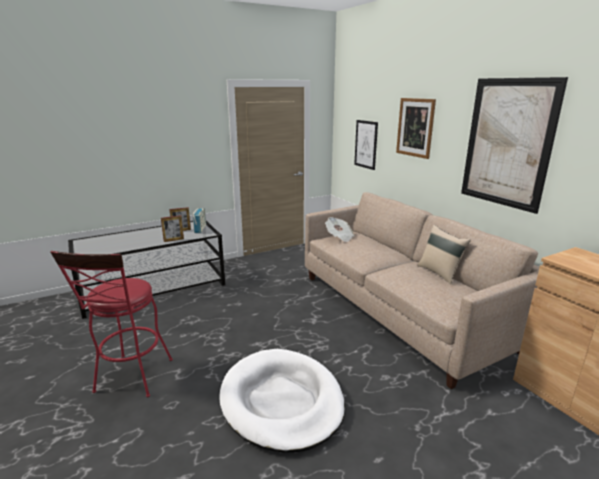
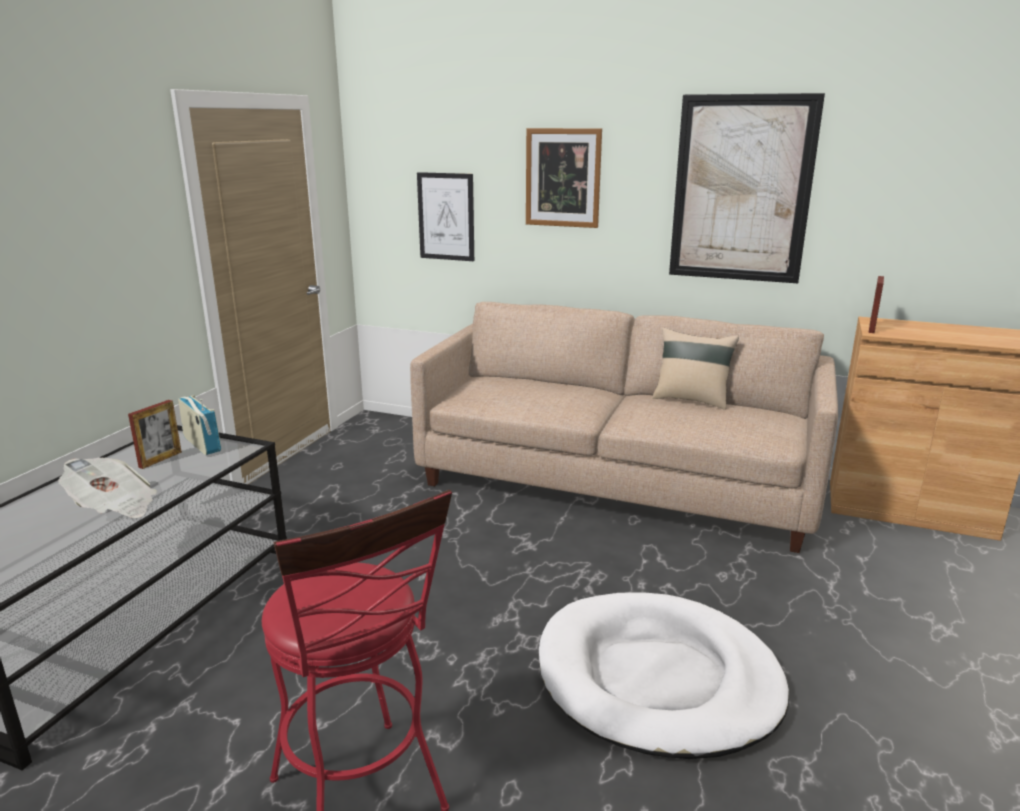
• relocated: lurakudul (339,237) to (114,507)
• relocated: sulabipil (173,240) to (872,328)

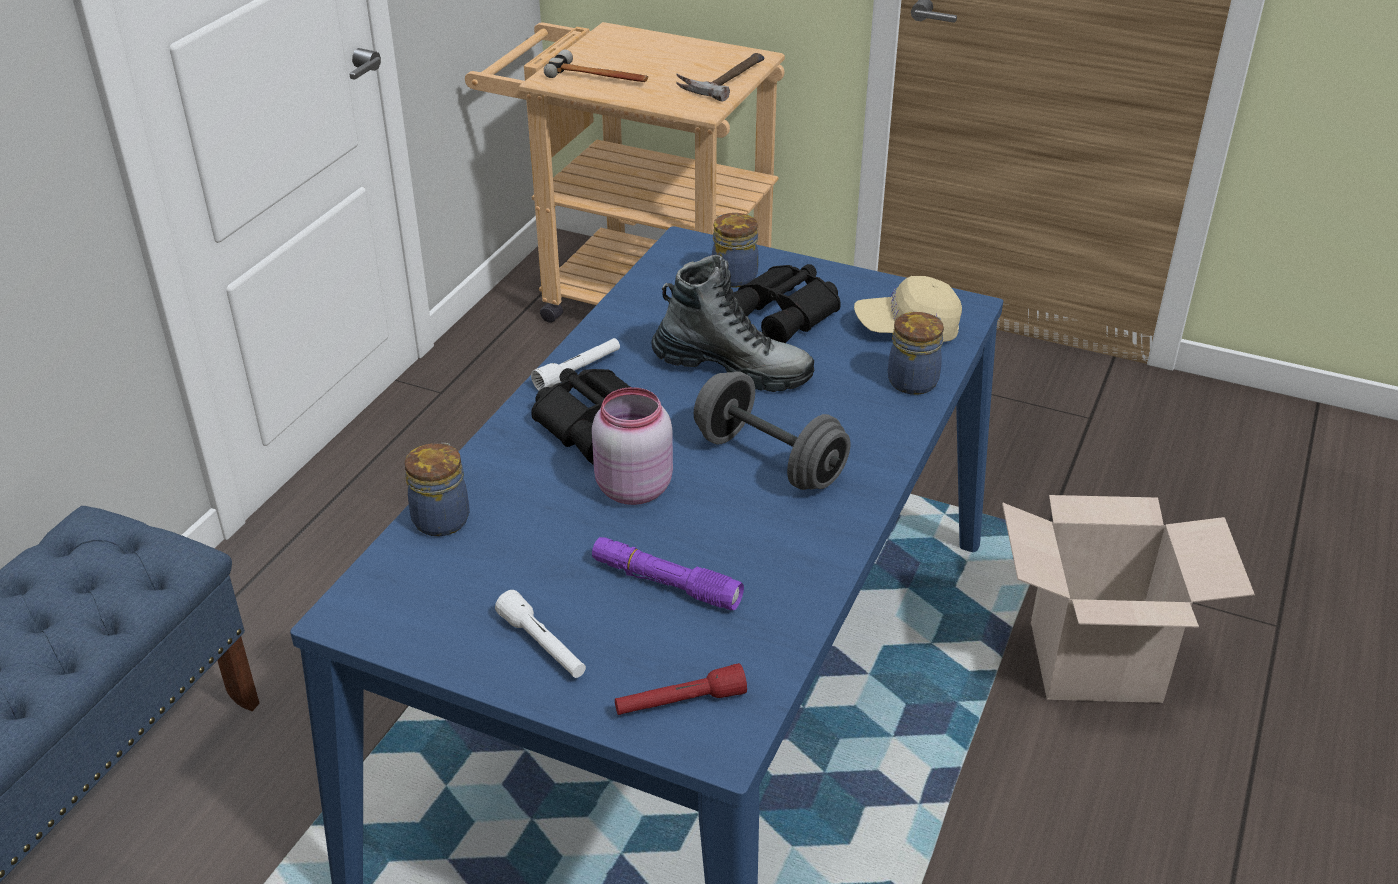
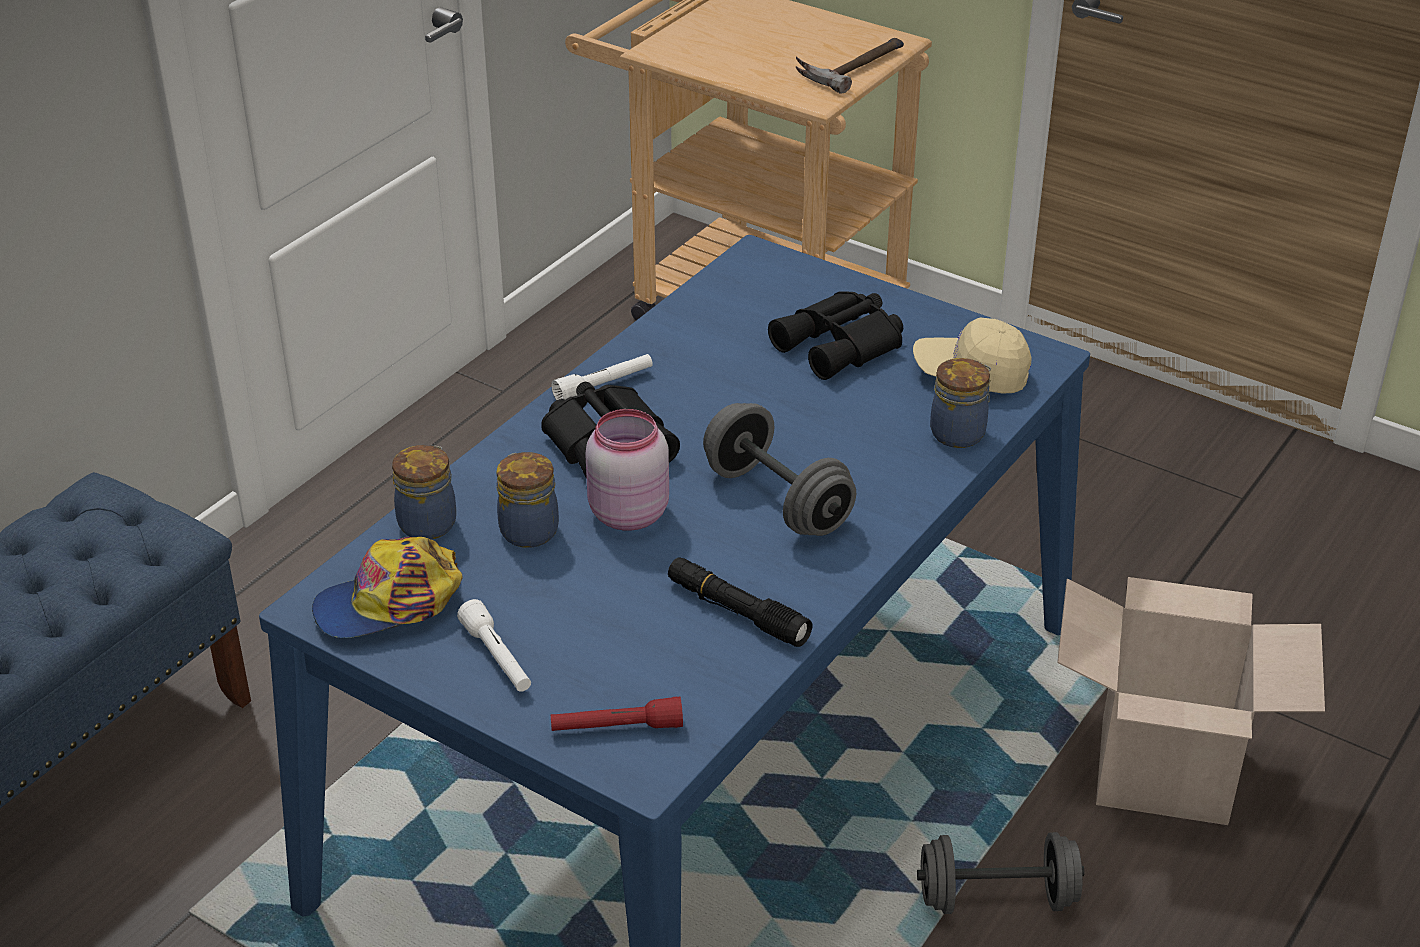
• appeared: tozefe (390,604)
• relocated: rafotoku (733,276) to (528,529)
• appeared: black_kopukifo (737,612)
• appeared: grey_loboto (997,898)
• missing: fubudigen (599,77)
• missing: purple_kopukifo (665,583)
• missing: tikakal (732,368)

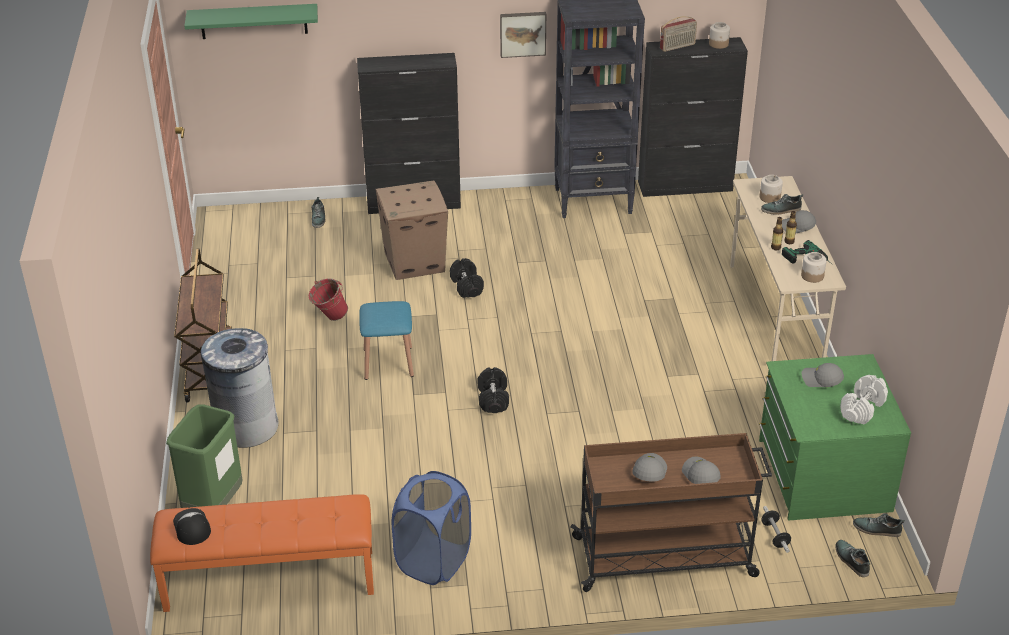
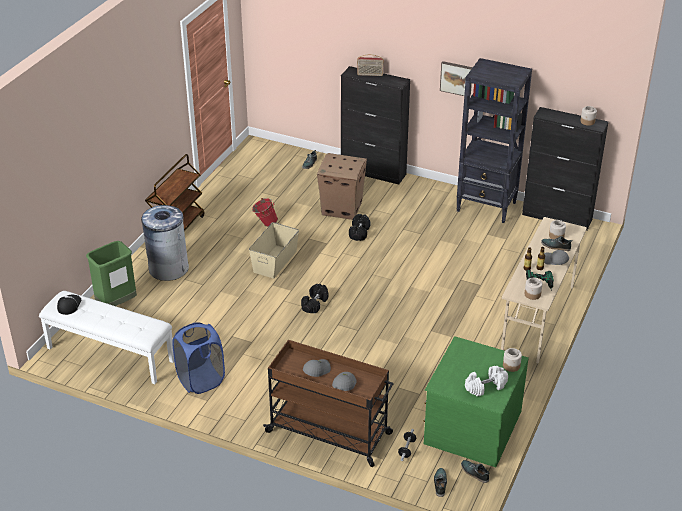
• colour: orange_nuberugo (269,581) to white_nuberugo (110,354)
• exchanged: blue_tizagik (388,363) to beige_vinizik (274,261)
• relocated: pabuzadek (677,47) to (370,74)
• appeared: rafotoku (511,365)
• missing: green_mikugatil (253,21)
• missing: grey_tozefe (821,380)

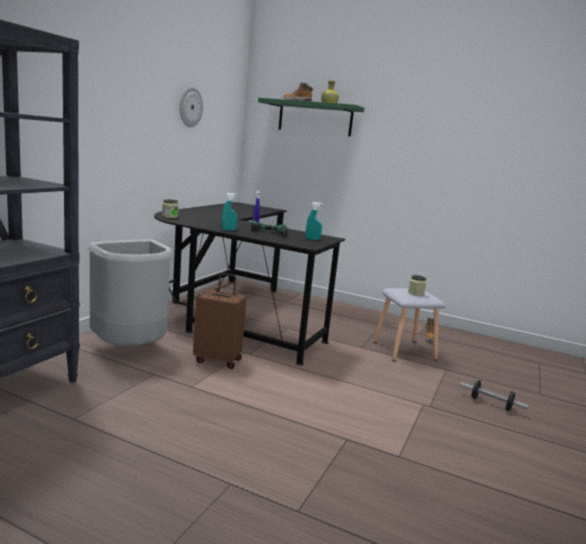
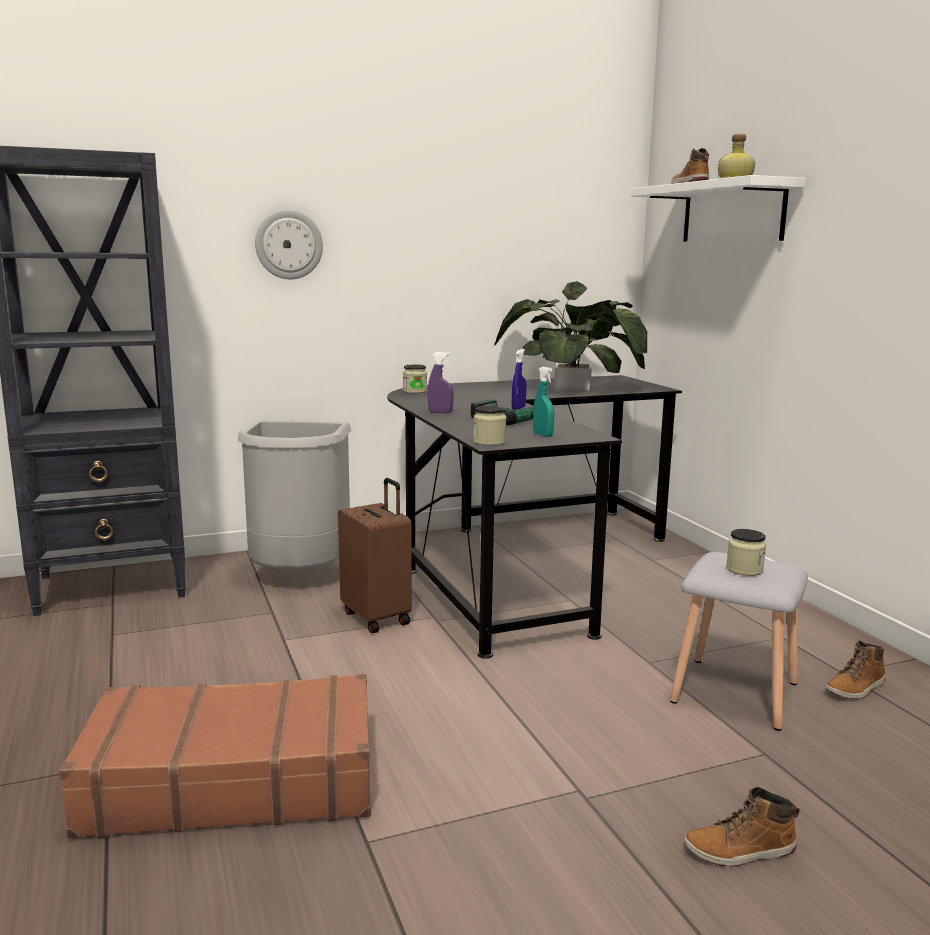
• appeared: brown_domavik (232,780)
• relocated: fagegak (190,107) to (288,244)
• colour: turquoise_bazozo (228,230) to purple_bazozo (440,412)
• appeared: rafotoku (489,442)
• appeared: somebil (572,387)
• colour: green_mikugatil (315,118) to white_mikugatil (732,213)
• exchanged: loboto (491,404) to tikakal (740,851)

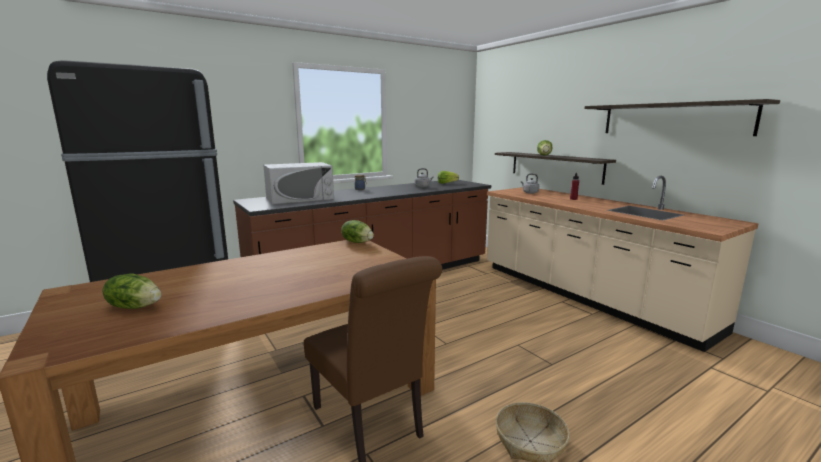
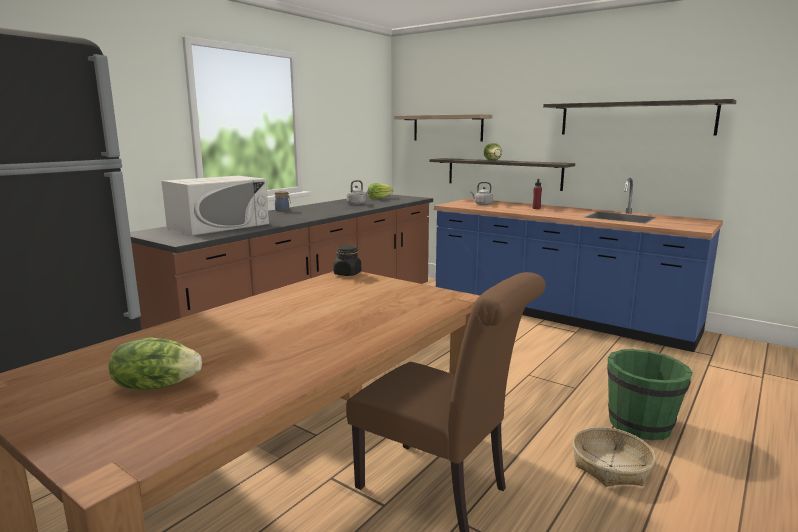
• exchanged: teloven (357,242) to black_rafotoku (347,274)
• appeared: mikugatil (447,128)
• colour: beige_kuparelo (586,296) to blue_kuparelo (557,315)
• appeared: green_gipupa (641,425)

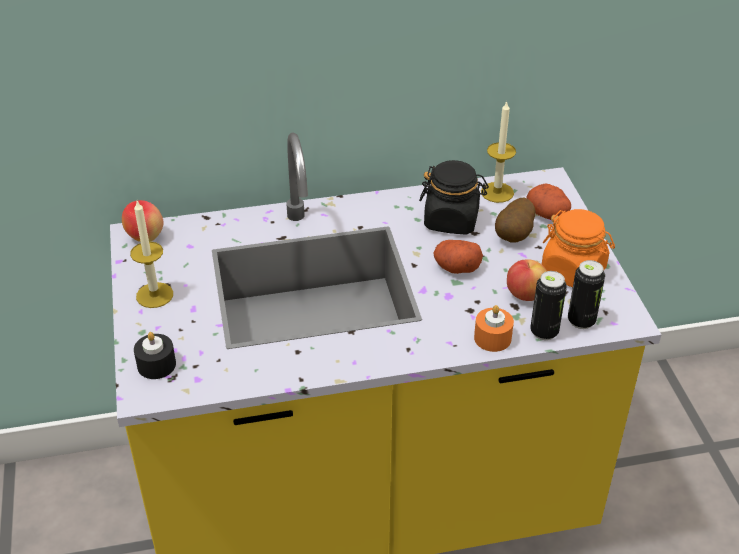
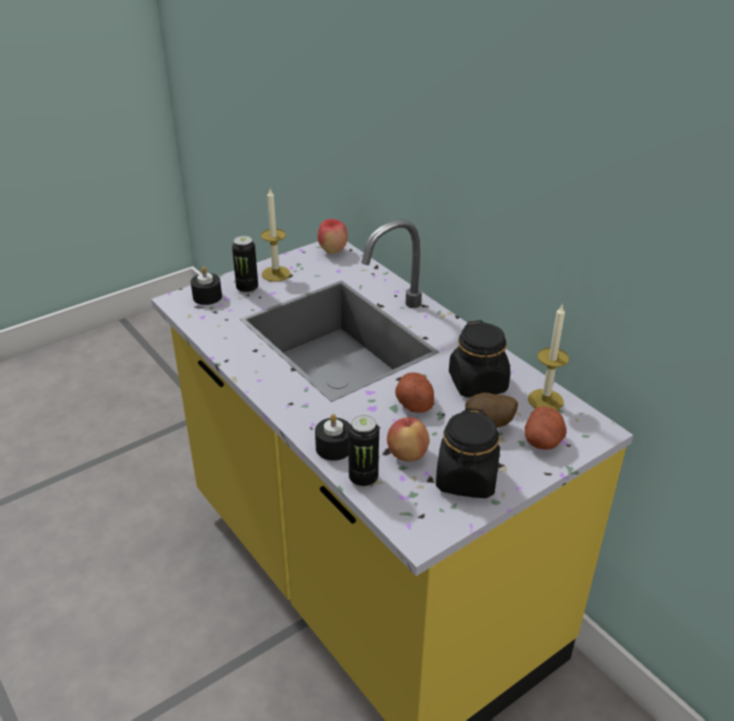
• relocated: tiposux (581,321) to (247,288)
• colour: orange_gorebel (492,338) to black_gorebel (334,447)
• colour: orange_rafotoku (573,271) to black_rafotoku (466,479)

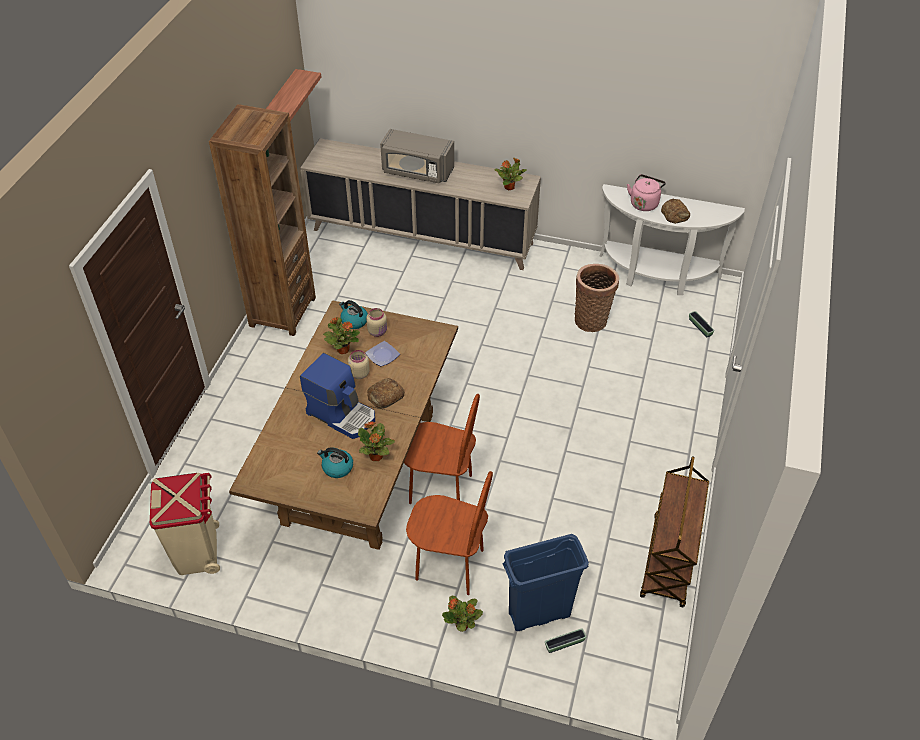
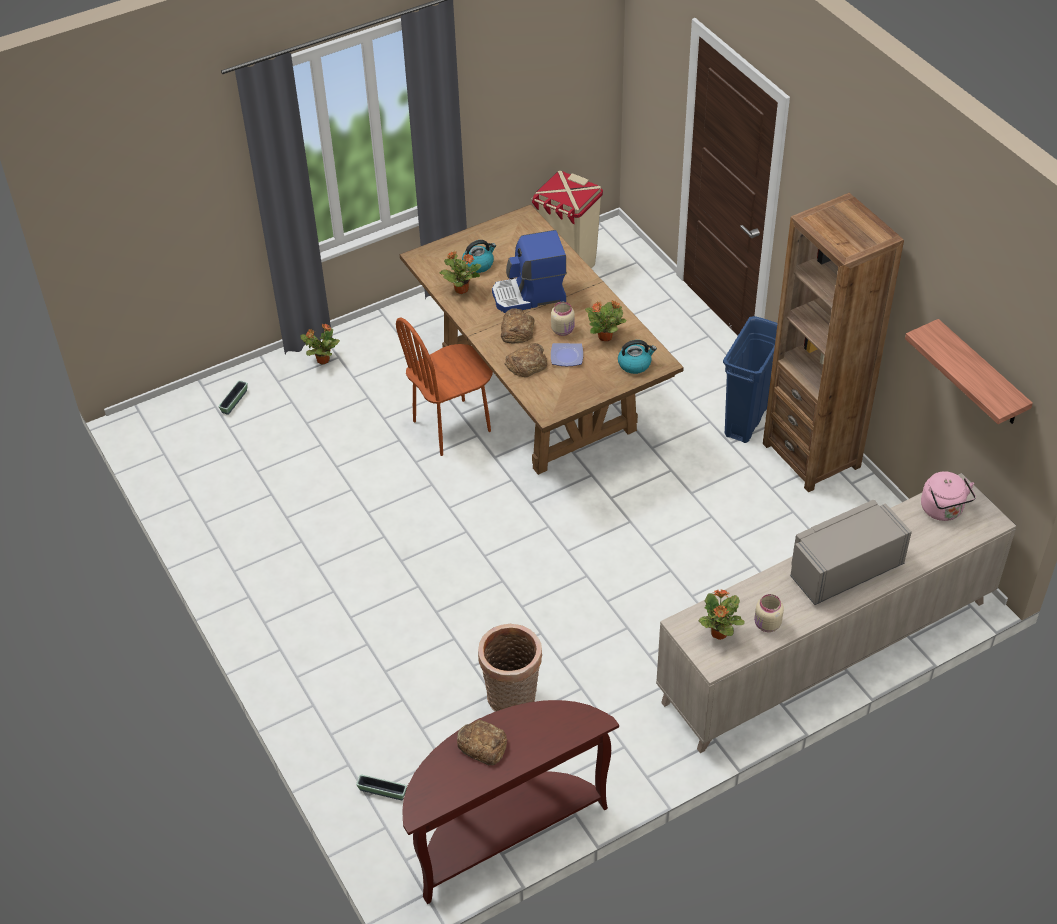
• colour: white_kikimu (657,275) to brown_kikimu (504,831)
• appeared: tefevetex (527,363)
• relocated: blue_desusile (539,614) to (746,420)
• relocated: beige_rafotoku (378,331) to (766,625)
• relocated: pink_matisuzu (644,203) to (943,510)
• missing: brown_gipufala (449,565)
• missing: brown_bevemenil (668,562)

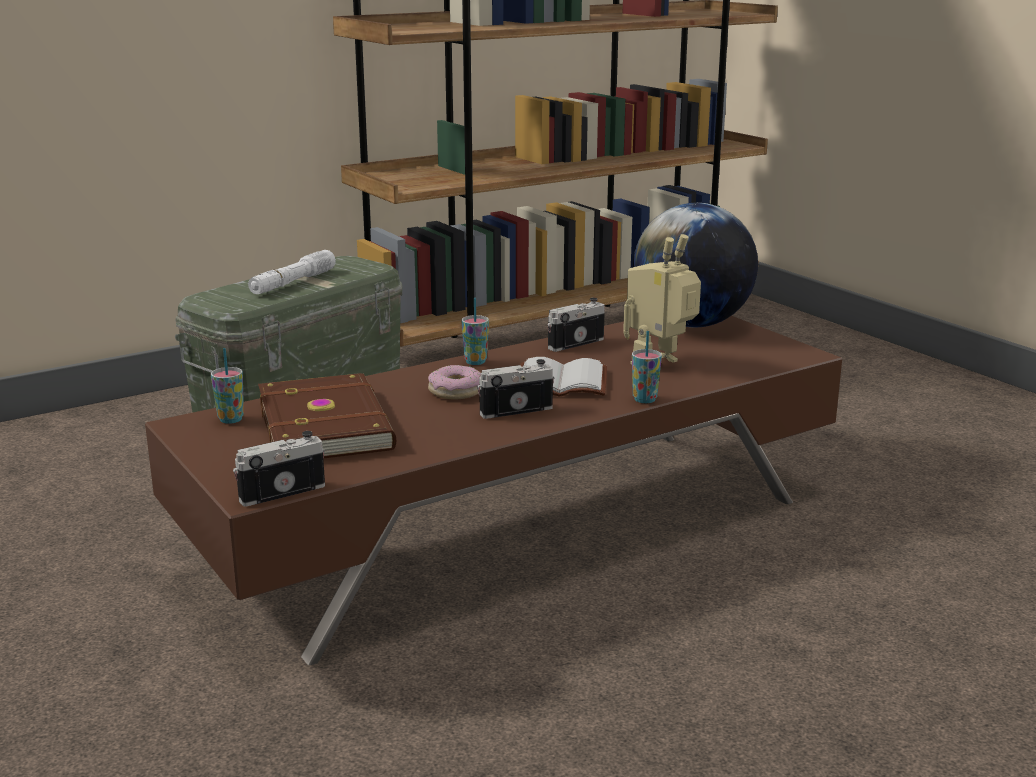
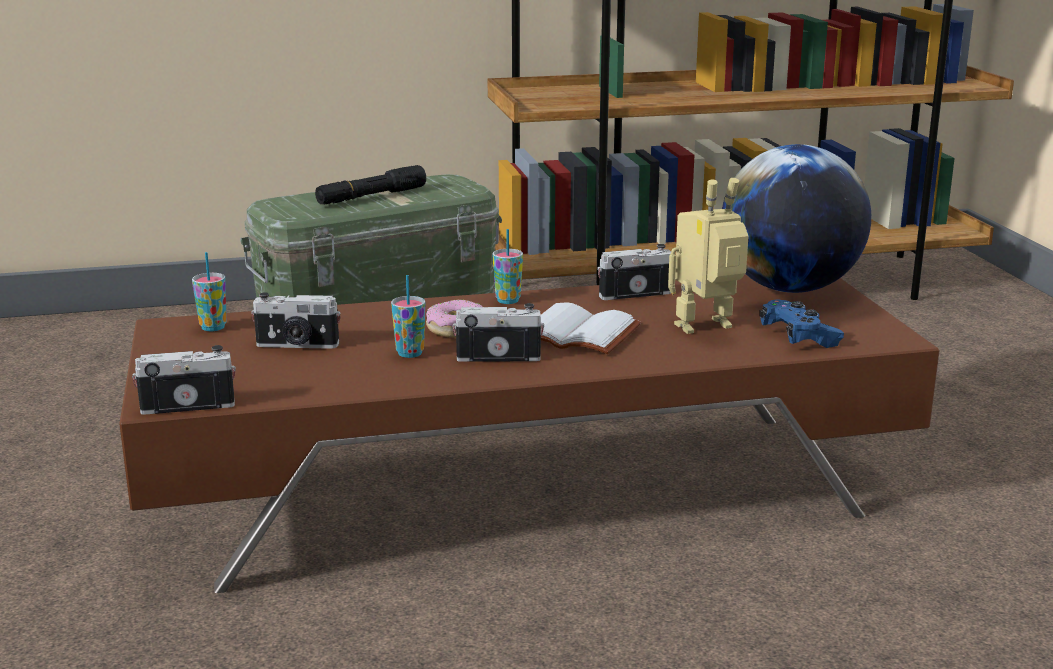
• exchanged: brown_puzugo (328,424) to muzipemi (297,345)
• colour: white_kopukifo (293,283) to black_kopukifo (371,197)
• relocated: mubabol (644,399) to (410,353)
• appeared: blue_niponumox (798,337)

